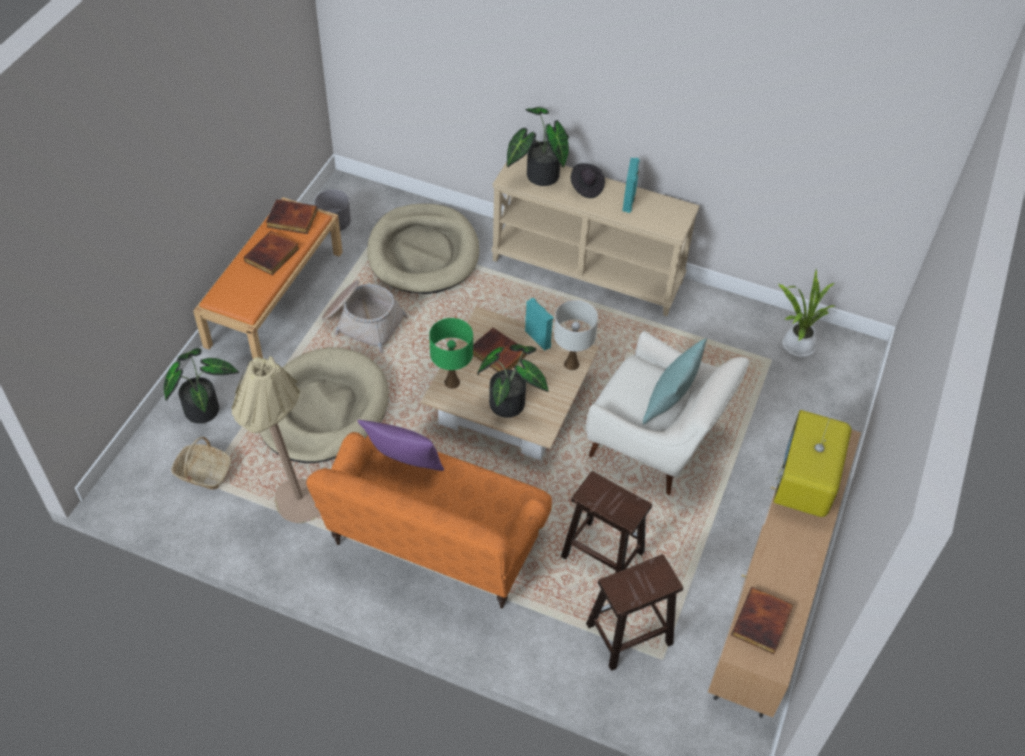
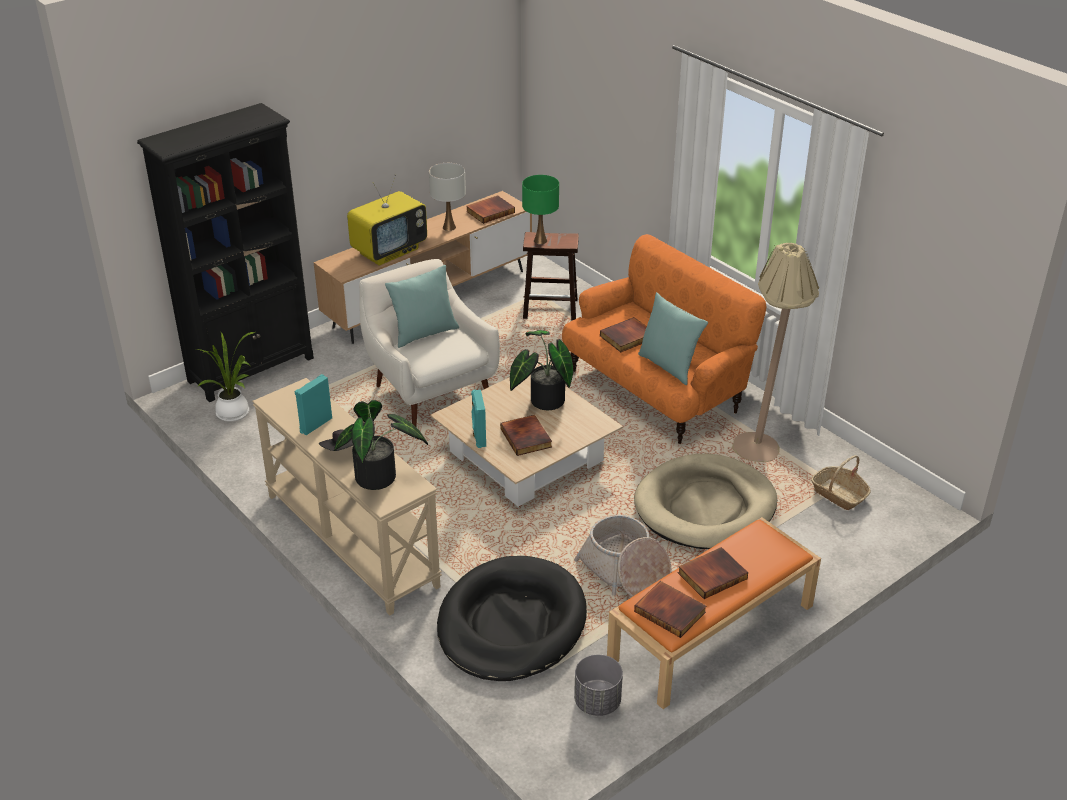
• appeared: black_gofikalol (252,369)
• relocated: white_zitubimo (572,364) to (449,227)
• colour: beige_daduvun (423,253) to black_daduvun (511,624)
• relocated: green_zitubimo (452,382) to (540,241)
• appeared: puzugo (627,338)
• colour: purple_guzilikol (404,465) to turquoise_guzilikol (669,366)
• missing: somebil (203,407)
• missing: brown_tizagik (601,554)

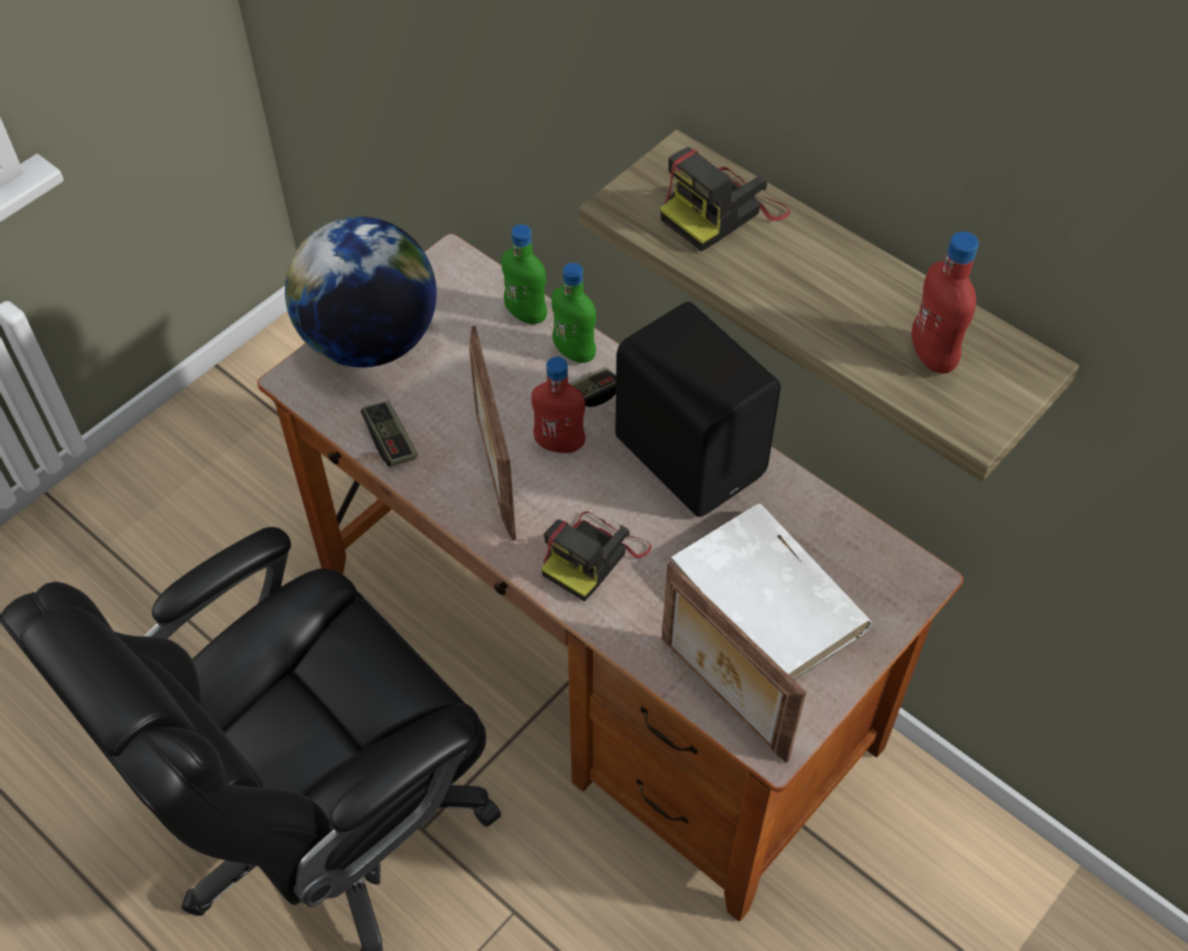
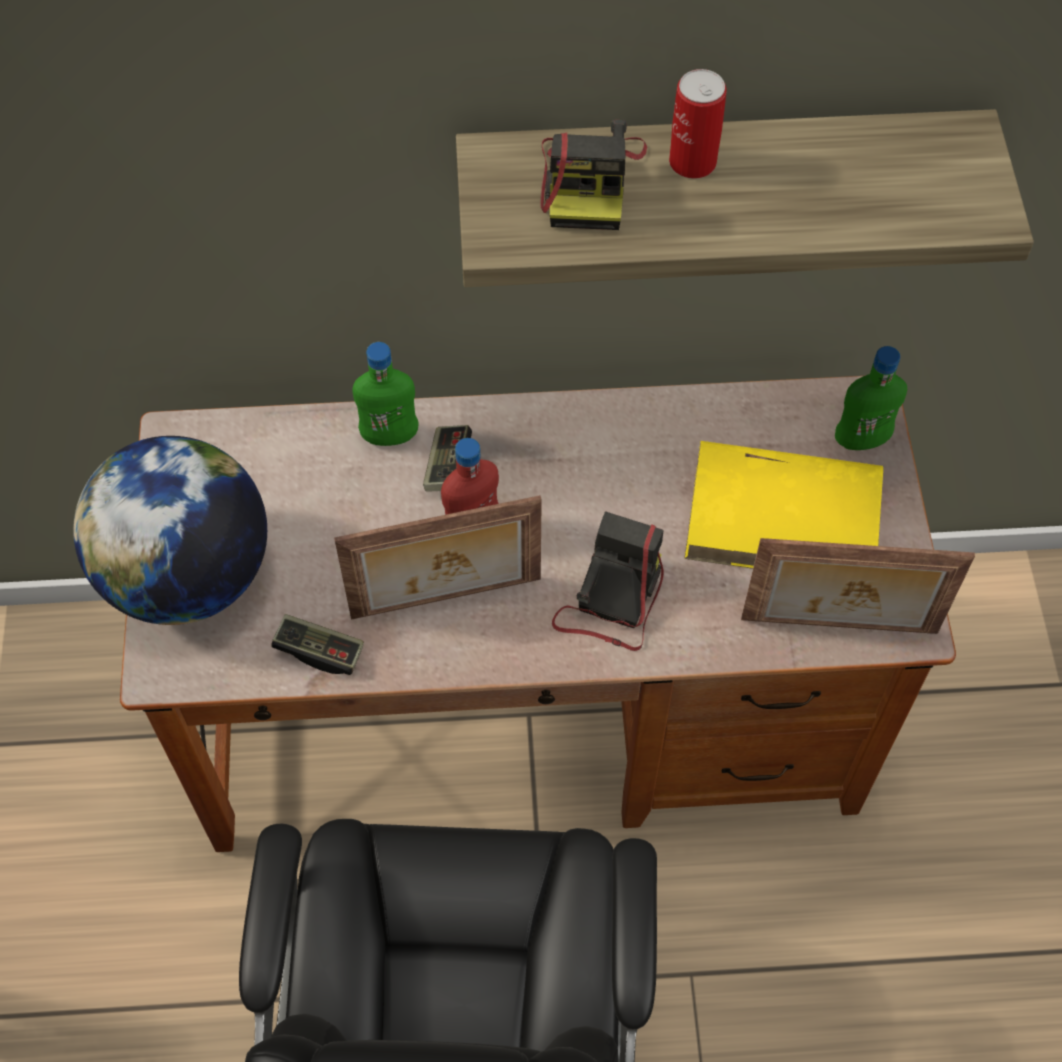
• spun: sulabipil (494,473) = (446,600) 45 degrees counterclockwise
• spun: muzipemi (593,556) = (612,600) 150 degrees counterclockwise
• appeared: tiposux (692,162)
• colour: white_puzugo (769,601) to yellow_puzugo (785,517)
• relocated: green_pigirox (526,314) to (861,440)
• missing: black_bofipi (691,453)
• missing: red_pigirox (932,355)

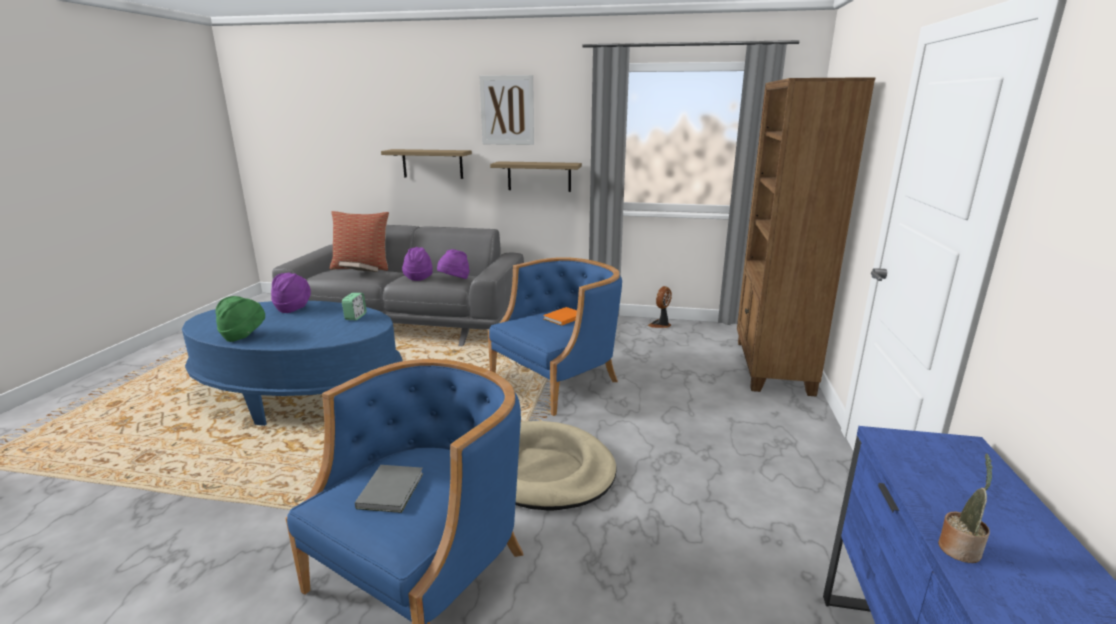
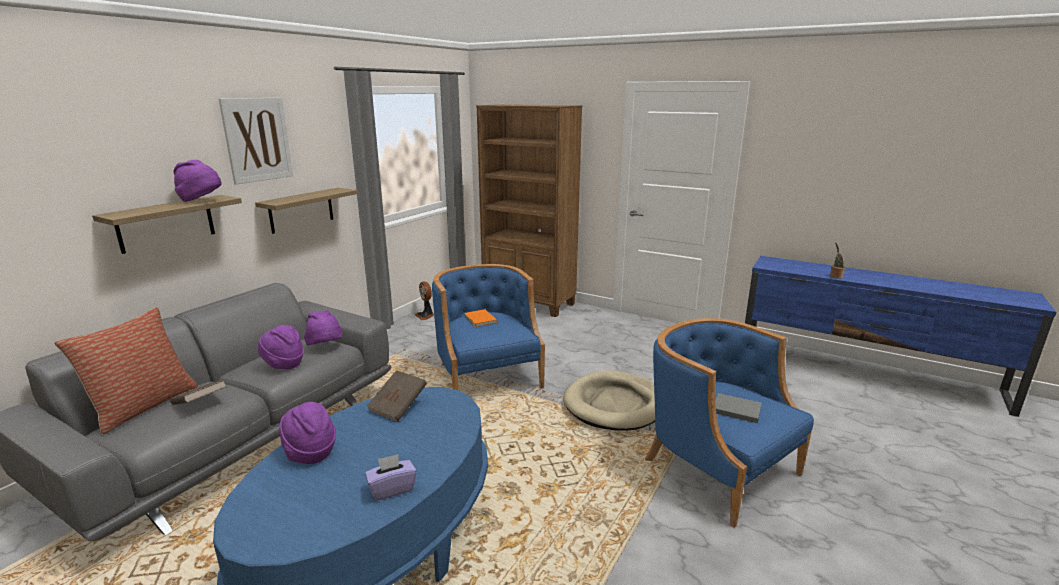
• appeared: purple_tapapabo (201,201)
• exchanged: green_tapapabo (244,336) to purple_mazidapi (392,489)
• exchanged: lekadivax (355,317) to brown_puzugo (398,407)

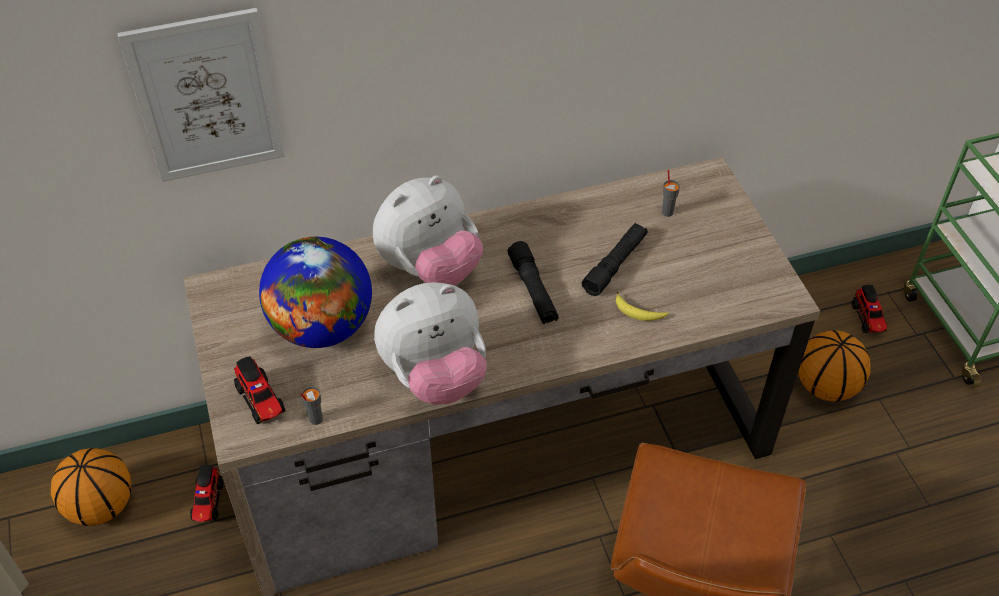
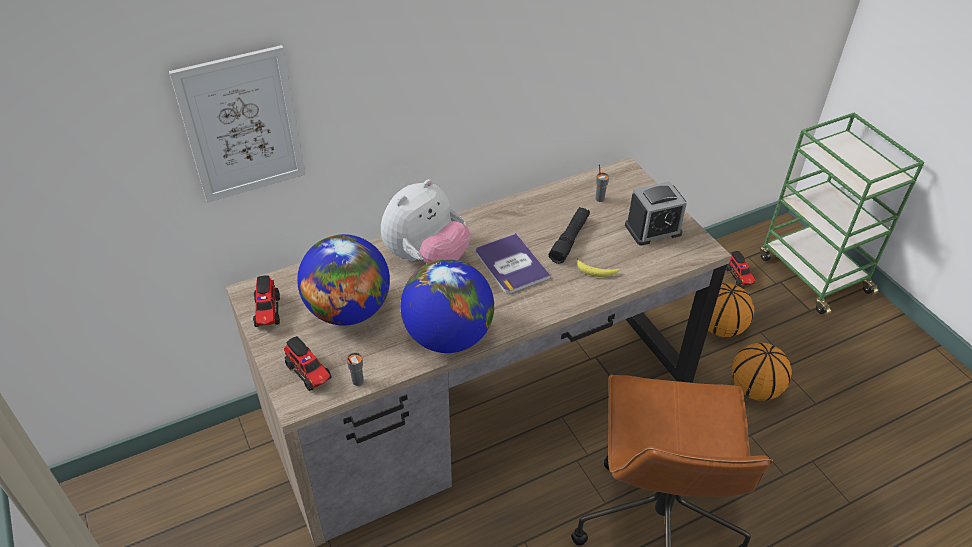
• relocated: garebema (207,503) to (267,312)
• exchanged: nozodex (435,376) to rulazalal (448,336)
• exchanged: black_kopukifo (533,290) to puzugo (511,264)
• appeared: lekadivax (653,229)
• relocated: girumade (100,505) to (753,388)

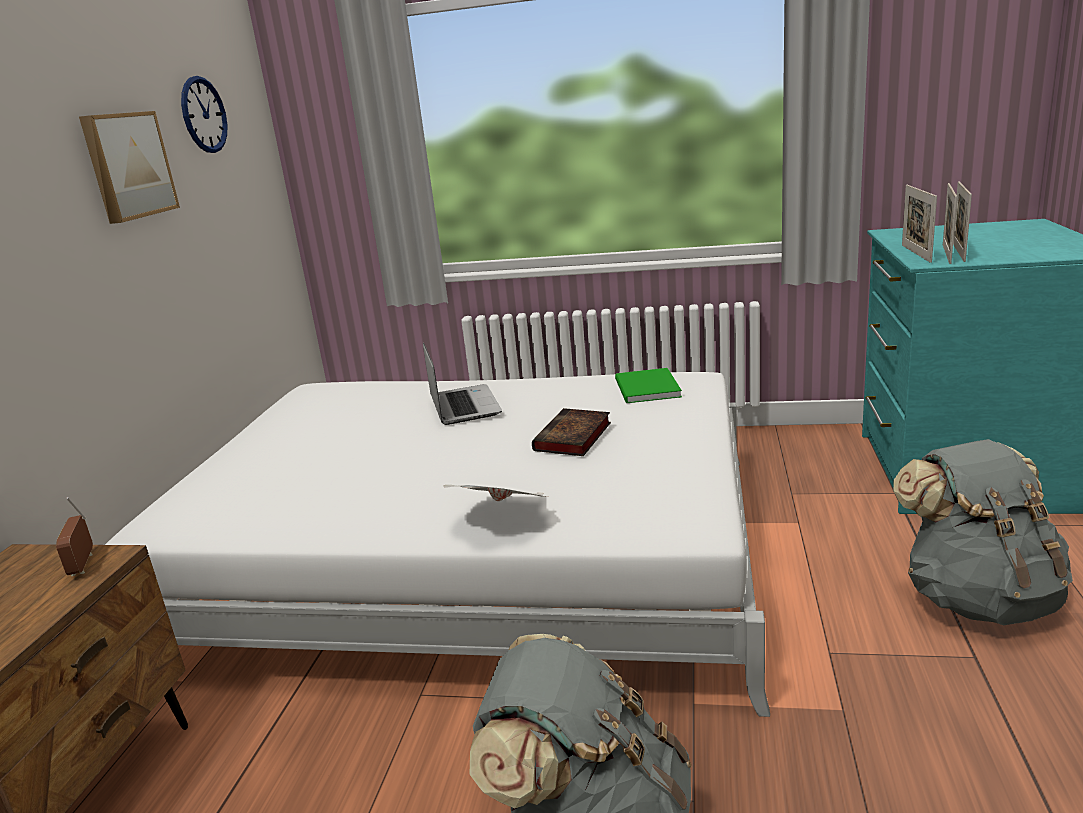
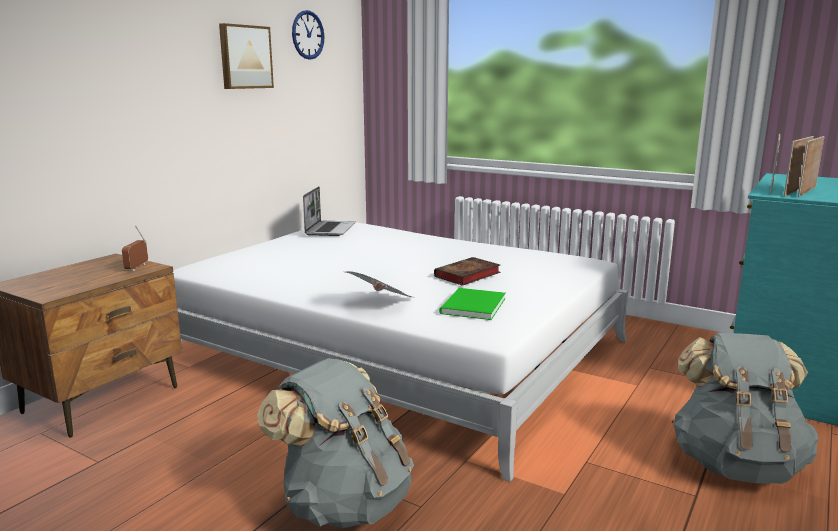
• relocated: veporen (463,406) to (330,229)
• relocated: green_puzugo (645,389) to (471,306)

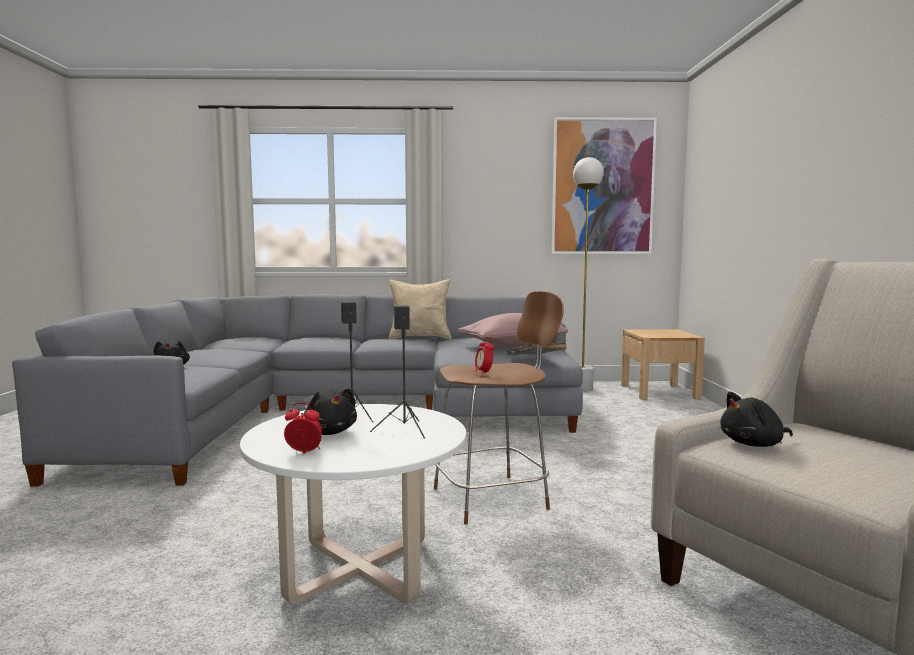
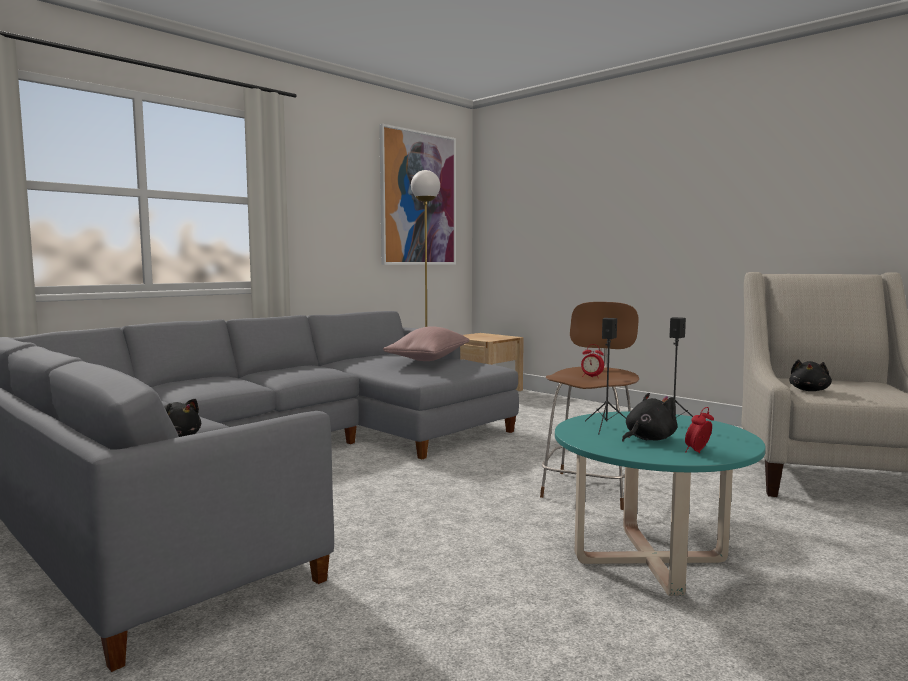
• colour: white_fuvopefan (359,569) to turquoise_fuvopefan (650,560)
• spun: black_nozodex (329,432) = (648,439) 45 degrees counterclockwise
• missing: beige_guzilikol (420,337)
• missing: grey_puzugo (535,359)

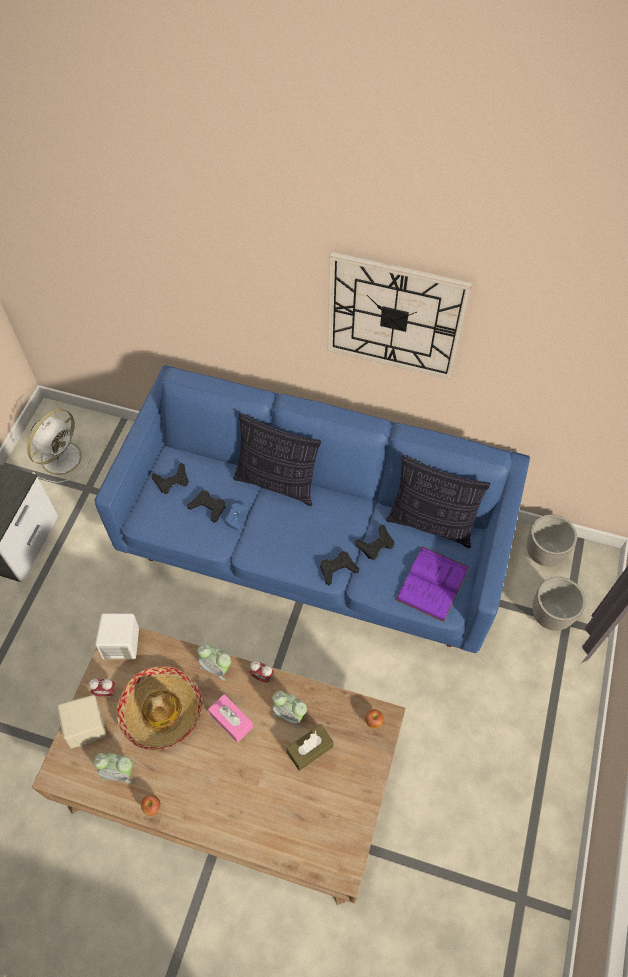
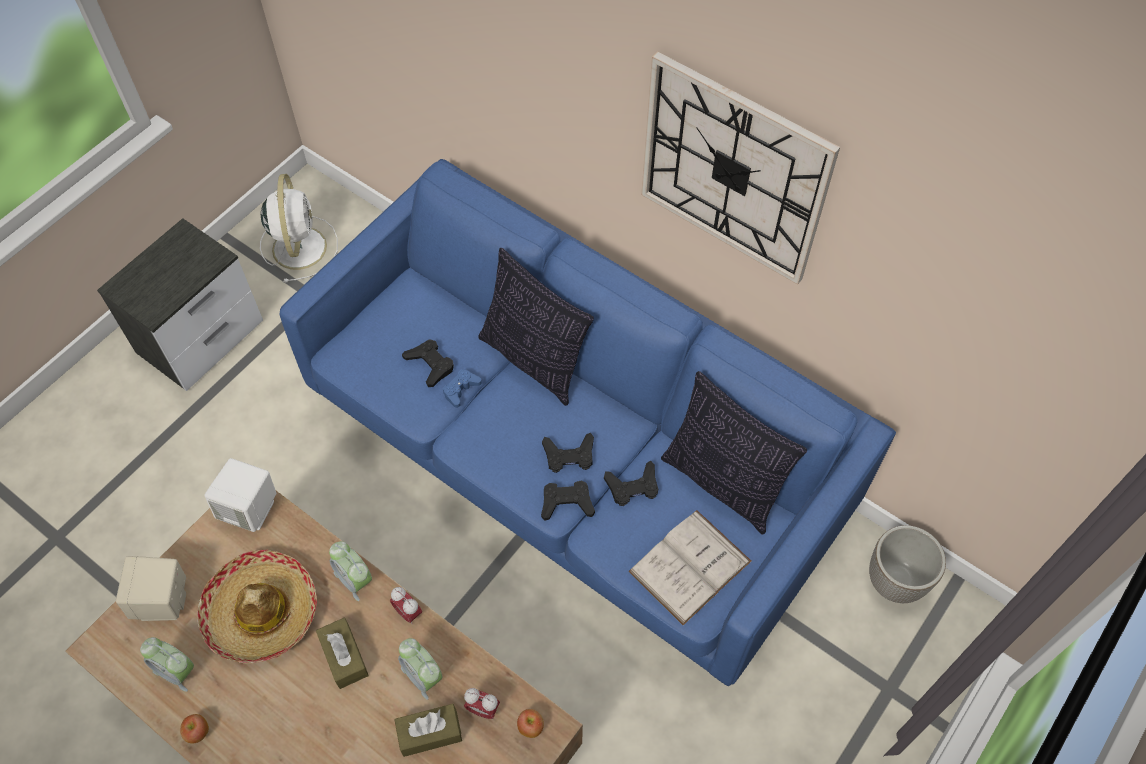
• spun: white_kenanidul (62,456) = (299,246) 60 degrees counterclockwise
• colour: pink_mazidapi (231,720) to brown_mazidapi (344,657)
• relocated: lekadivax (105,692) to (483,709)
• relocated: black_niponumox (172,481) to (569,456)
• colour: purple_puzugo (432,583) to white_puzugo (690,566)
• missing: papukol (551,616)

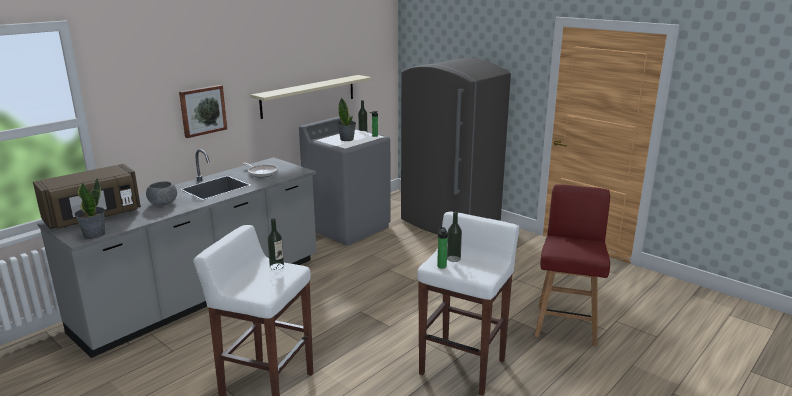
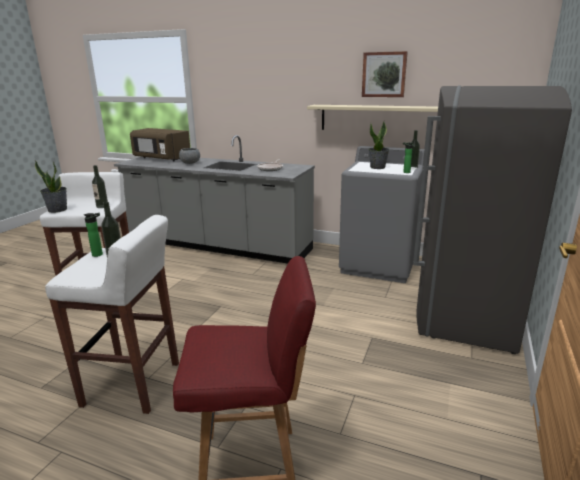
• relocated: somebil (94,234) to (57,210)
• relocated: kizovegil (202,110) to (384,74)

